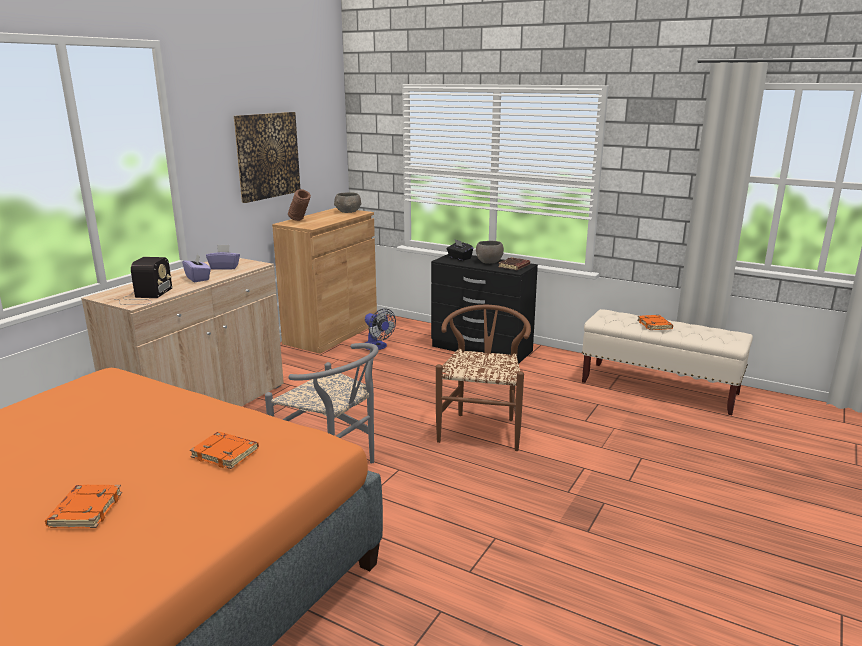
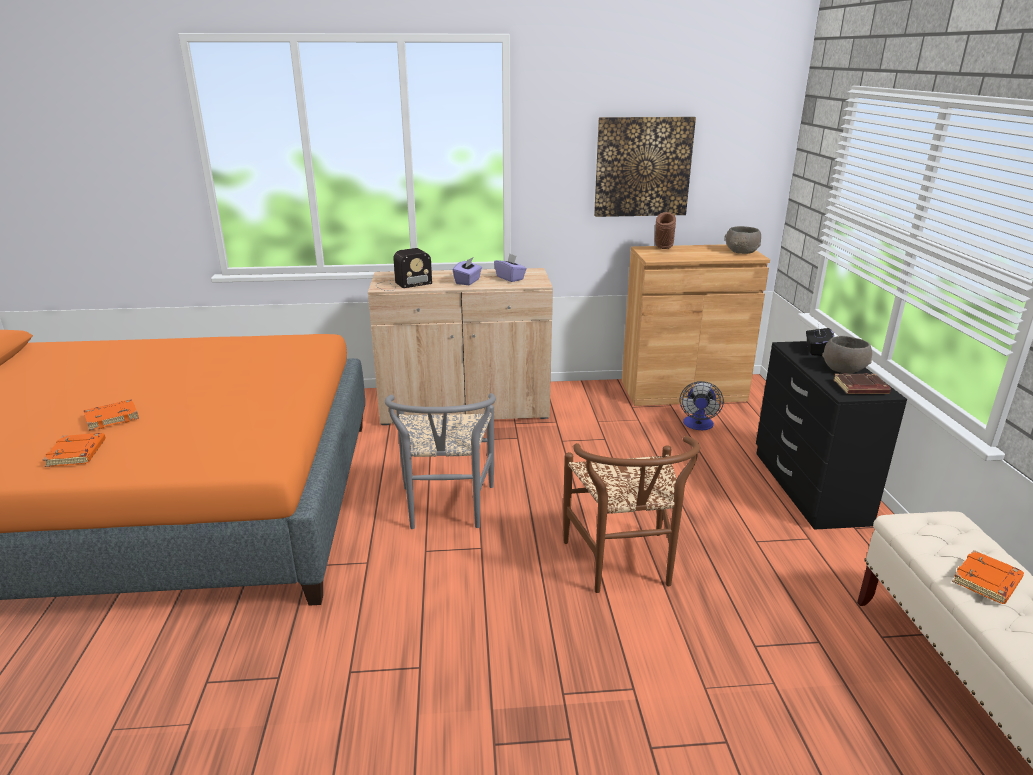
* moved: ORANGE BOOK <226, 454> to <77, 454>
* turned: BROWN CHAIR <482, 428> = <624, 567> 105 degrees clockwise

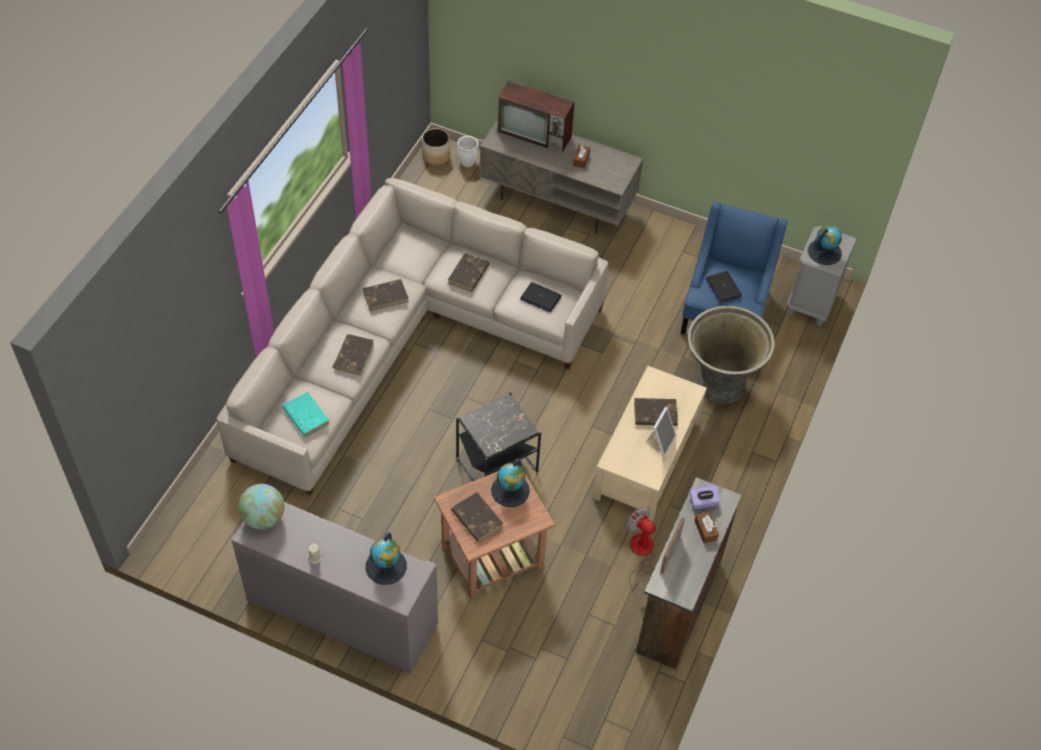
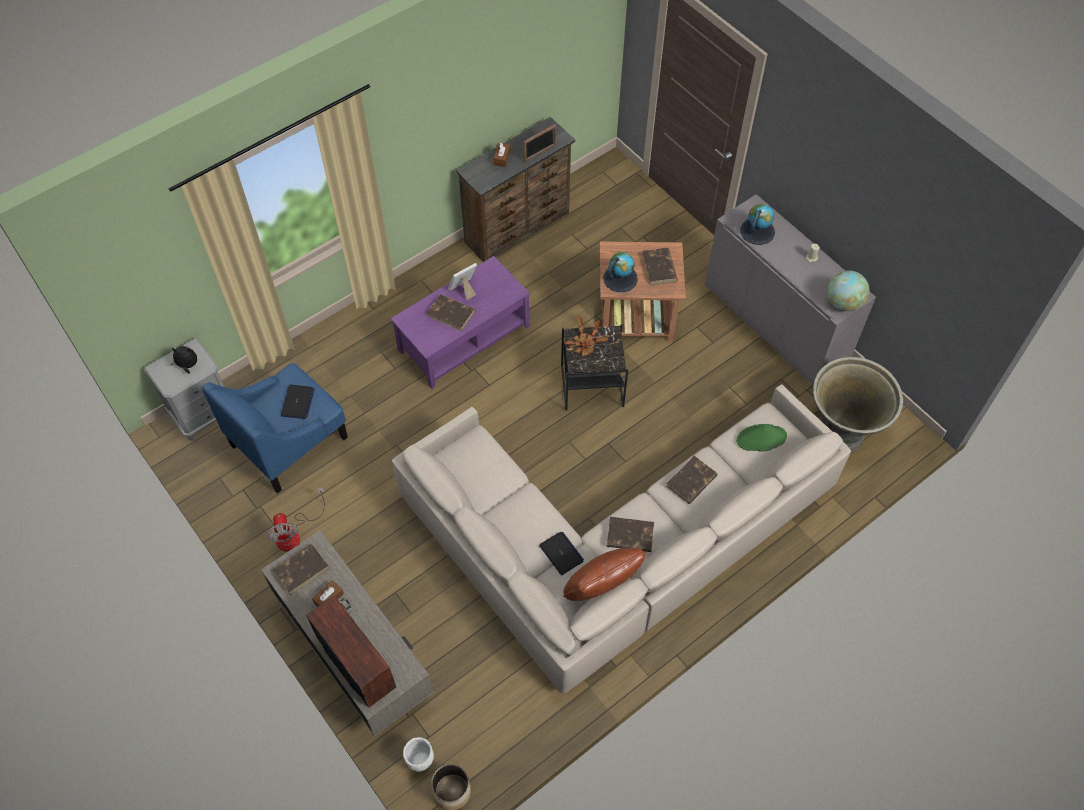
* removed: PURPLE TISSUE BOX <703, 502>
* added: BROWN PILLOW <601, 588>
* added: POTTED PLANT <585, 343>
* moved: BROWN BOOK <468, 274> to <301, 569>
* moved: LAPTOP <540, 298> to <561, 553>
* moved: FAN <640, 553> to <294, 533>
* moved: GREY PLANTER <719, 384> to <840, 434>
* replaced: TURQUOISE BOOK <305, 416> to GREEN HAT <761, 438>
* replaced: GLOBE <824, 252> to PLUSH TOY <188, 365>
* recoloured: BEIGE COFFEE TABLE <645, 459> to PURPLE COFFEE TABLE <464, 339>

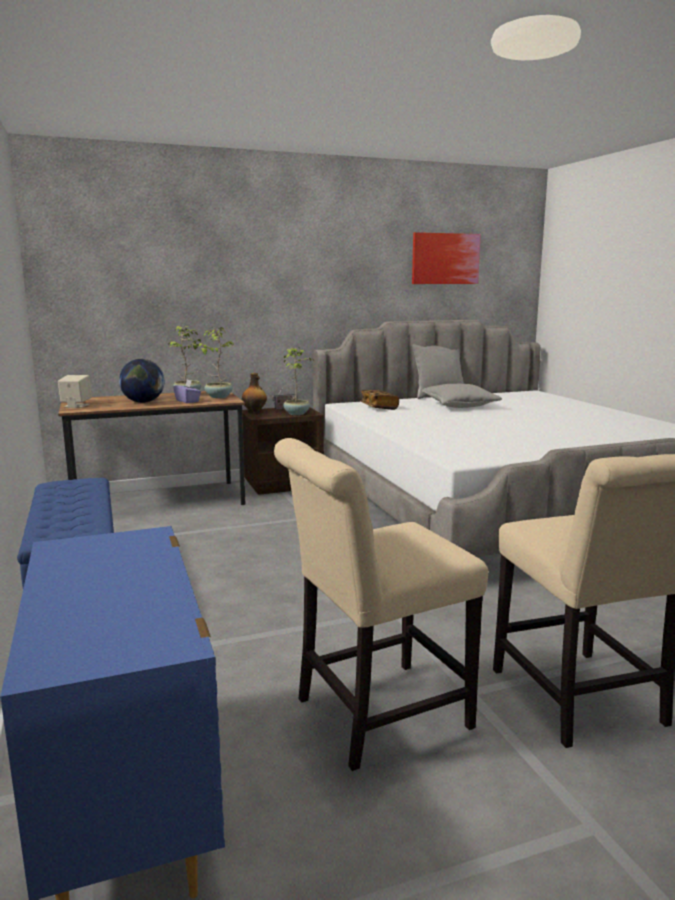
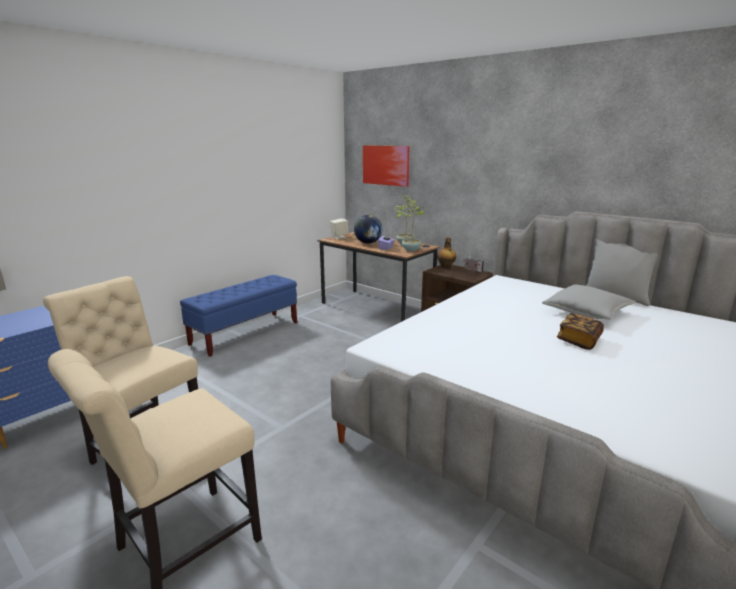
* removed: POTTED PLANT <297, 413>
* moved: BOOK <379, 408> to <578, 340>
* moved: PICTURE <445, 259> to <386, 165>

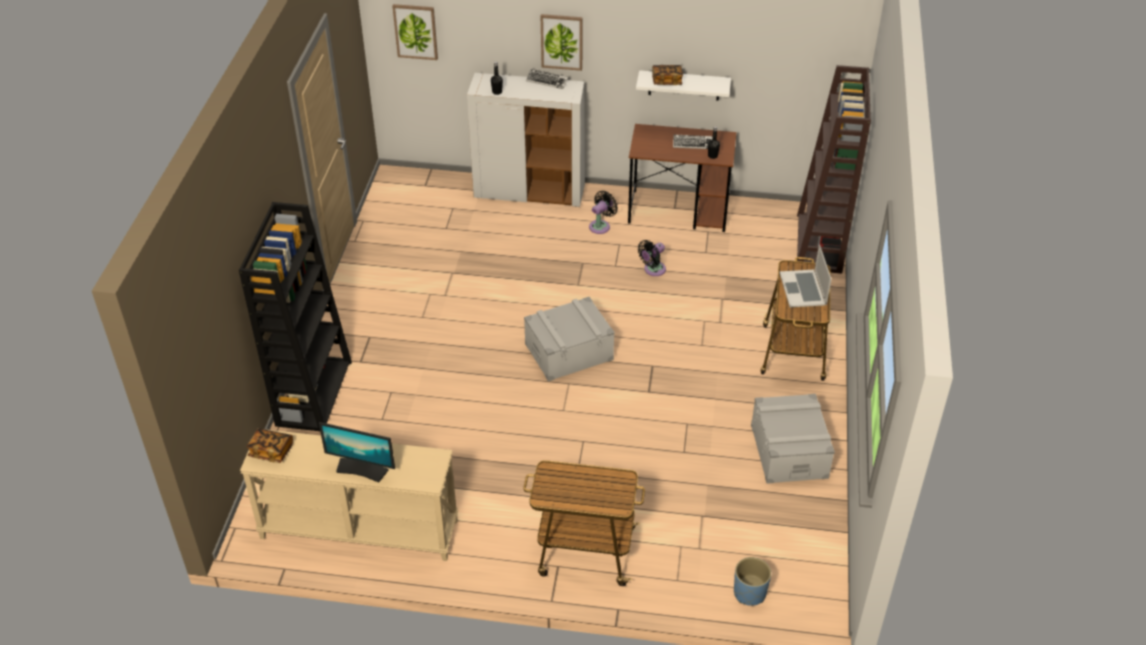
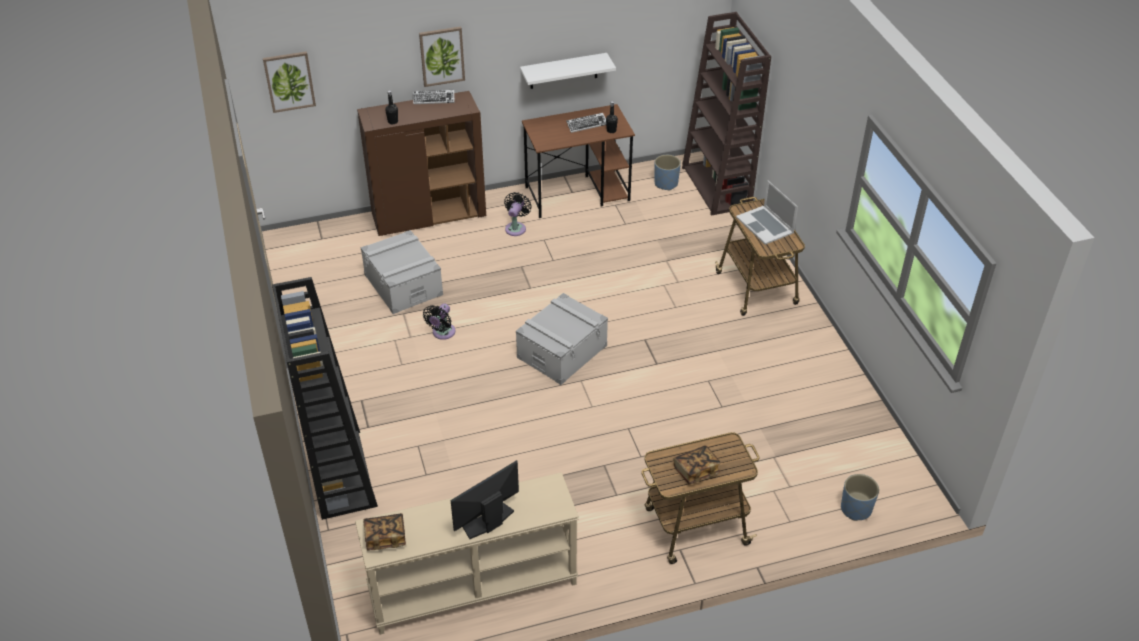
* added: BLUE PLANTER <666, 183>
* moved: BLACK FAN <653, 270> to <442, 333>
* moved: BOOK <667, 81> to <696, 471>
* moved: GREY STORAGE BOX <789, 451> to <403, 284>
* recoloured: WHITE CABINET <530, 192> to BROWN CABINET <429, 216>
* turned: MONITOR <362, 469> = <488, 521> 150 degrees clockwise

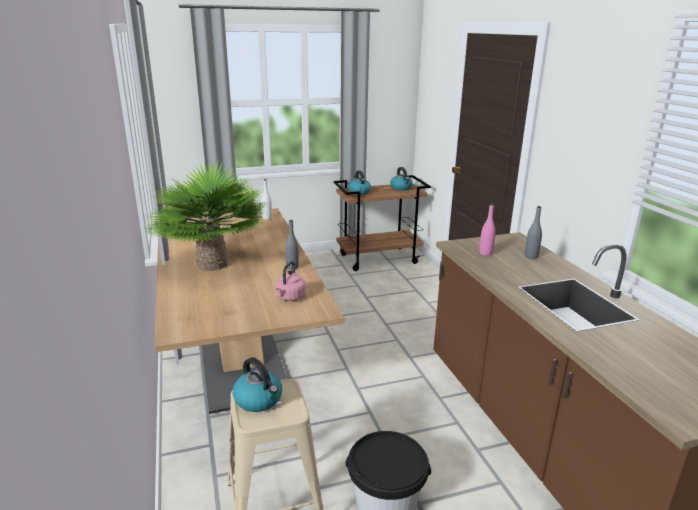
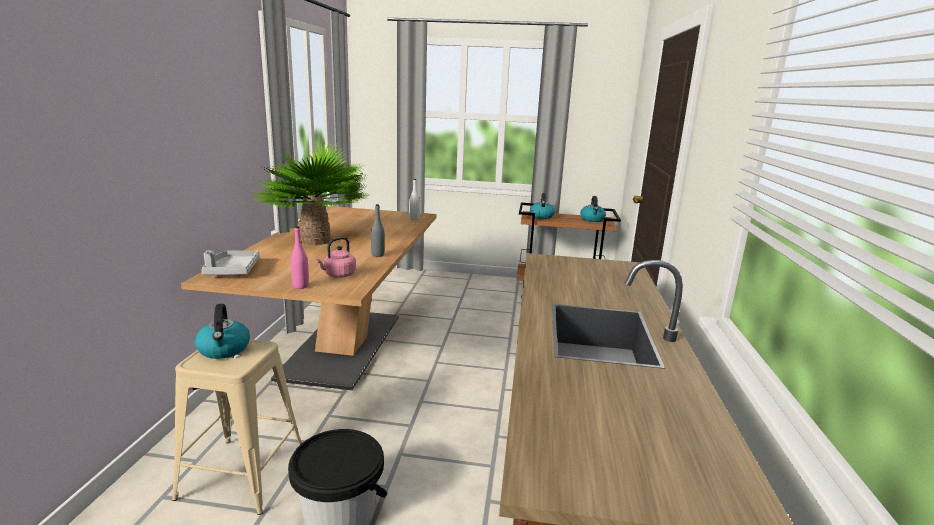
* removed: GREY BOTTLE <531, 256>
* added: GREY TRAY <232, 270>
* moved: PINK BOTTLE <485, 253> to <300, 286>

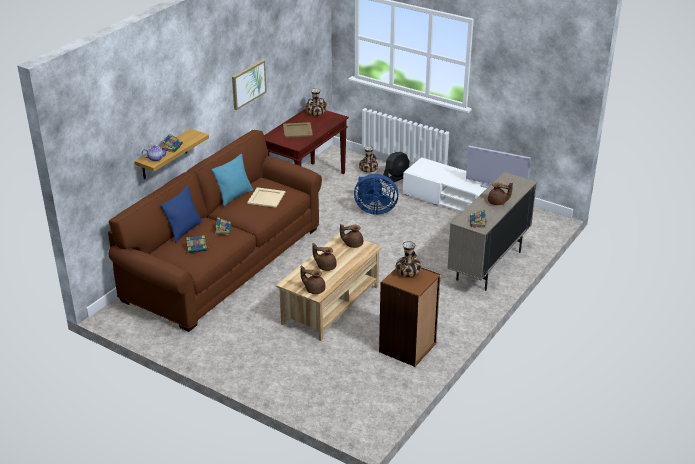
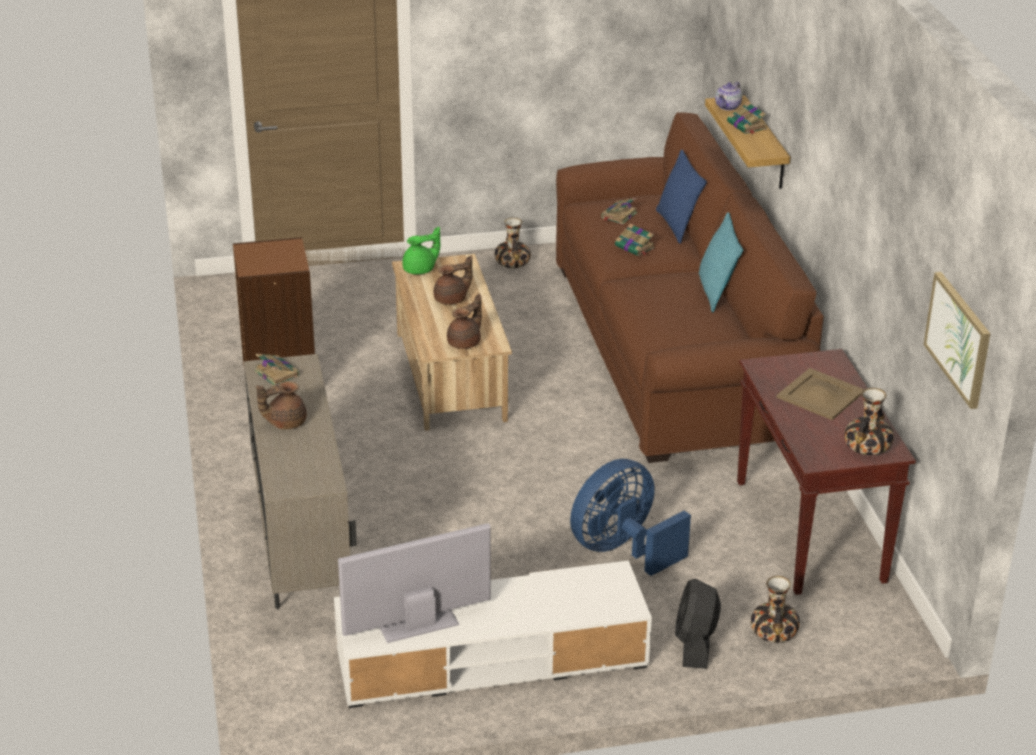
* removed: BEIGE TRAY <266, 197>
* moved: PICTURE <248, 84> to <959, 339>
* moved: VASE <407, 272> to <512, 263>
* recoloured: BROWN TEAPOT <314, 289> to GREEN TEAPOT <420, 269>

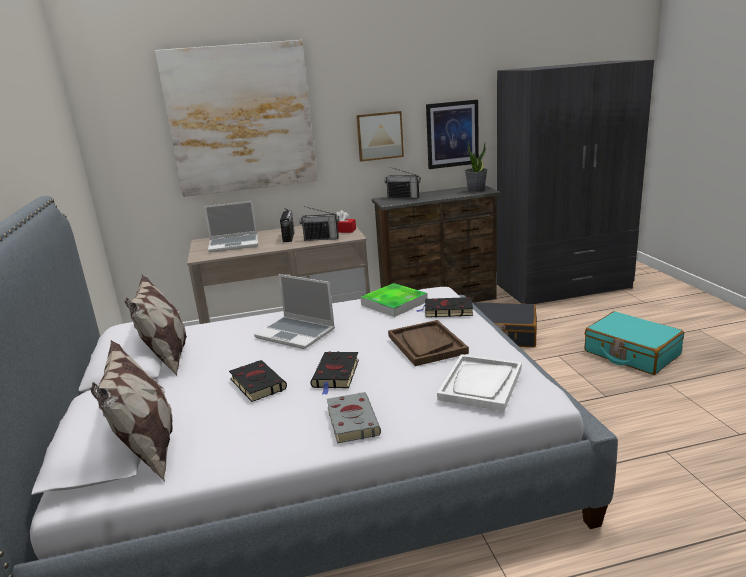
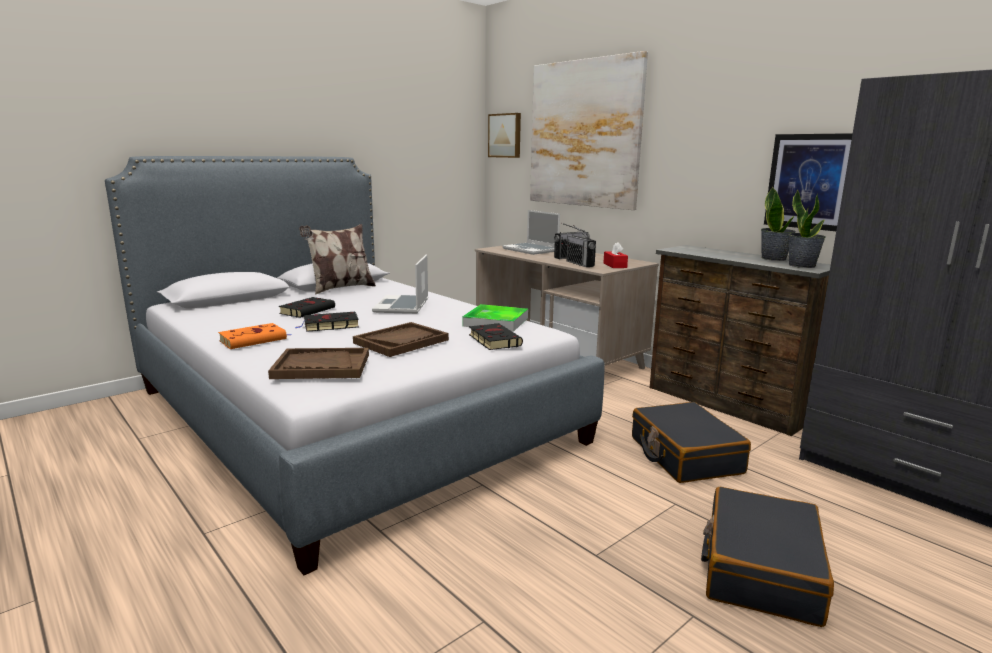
* removed: PILLOW <148, 453>
* removed: RADIO <403, 197>
* added: POTTED PLANT <774, 258>
* moved: PICTURE <379, 136> to <505, 135>
* recoloured: GREY BOOK <352, 420> to ORANGE BOOK <255, 340>
* recoloured: WHITE TRAY <481, 384> to BROWN TRAY <321, 366>
* recoloured: TURQUOISE SUITCASE <631, 353> to BLACK SUITCASE <760, 569>

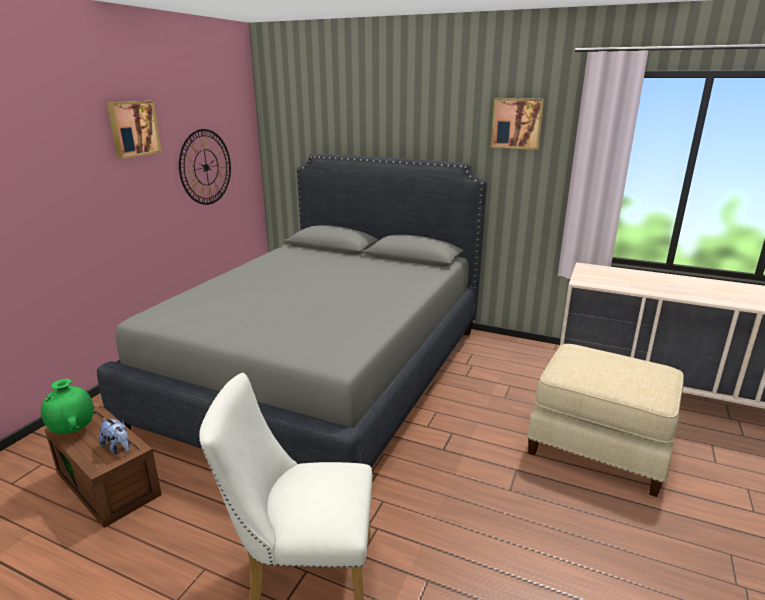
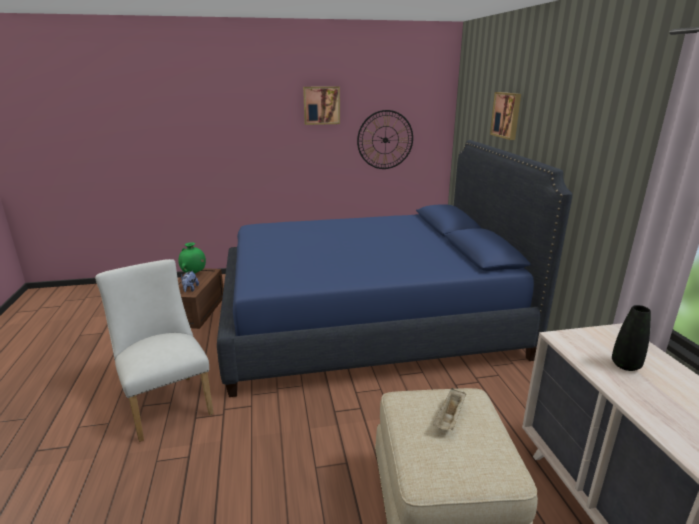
* added: BEIGE TRAY <449, 418>
* added: BLACK VASE <625, 365>
* moved: PICTURE <517, 123> to <507, 115>
* recoloured: GREY BED <324, 374> to BLUE BED <368, 322>

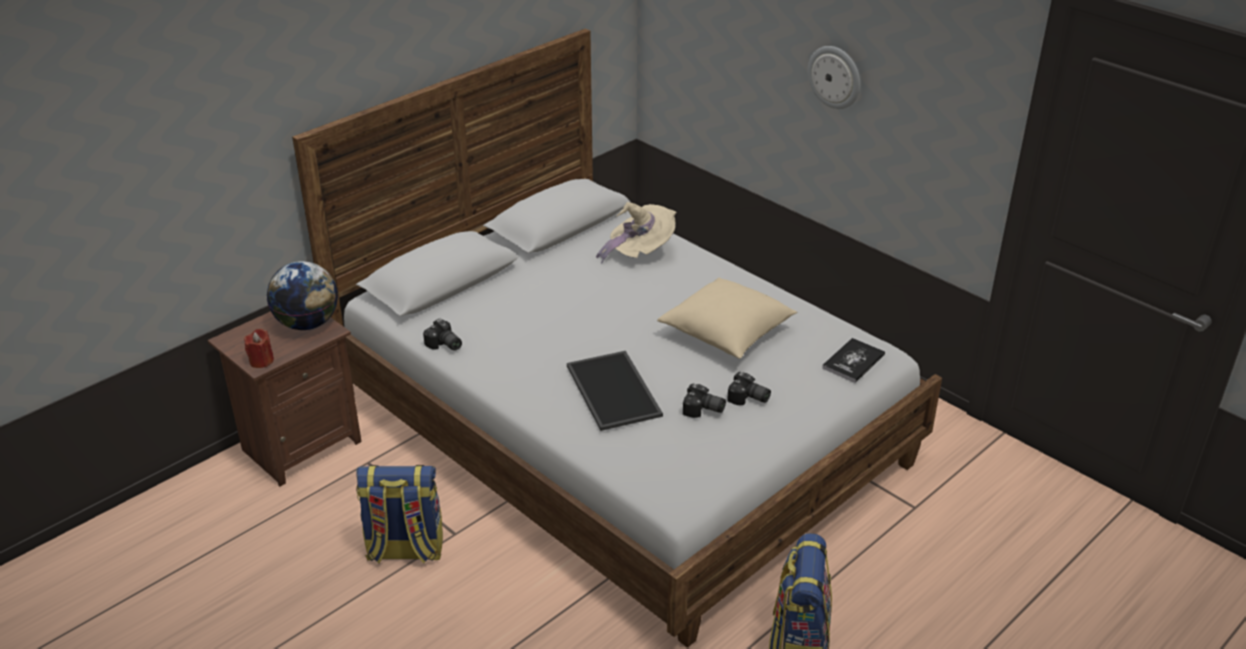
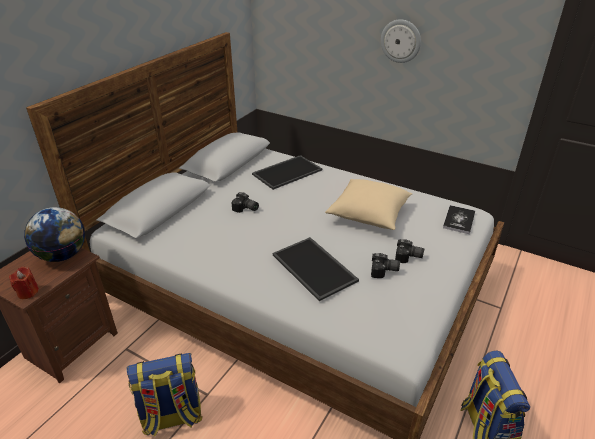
* moved: PHOTO CAMERA <444, 345> to <245, 209>
* replaced: BEIGE HAT <640, 252> to TRAY <287, 171>

